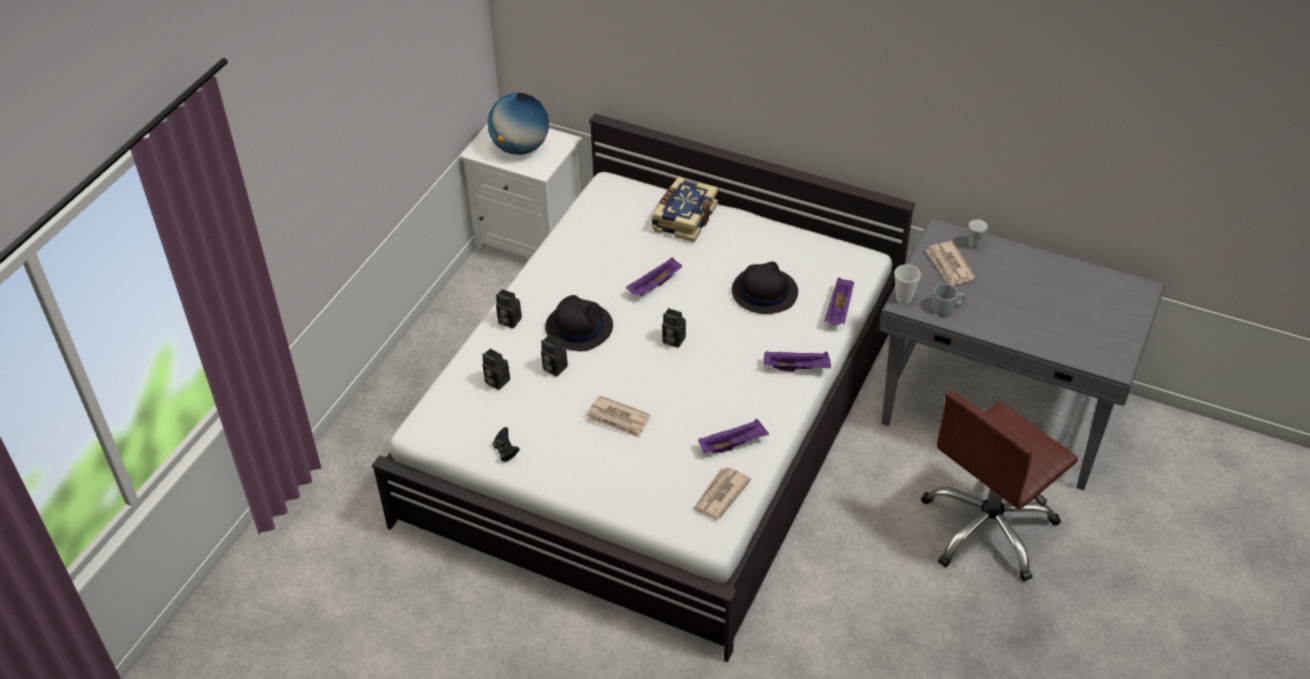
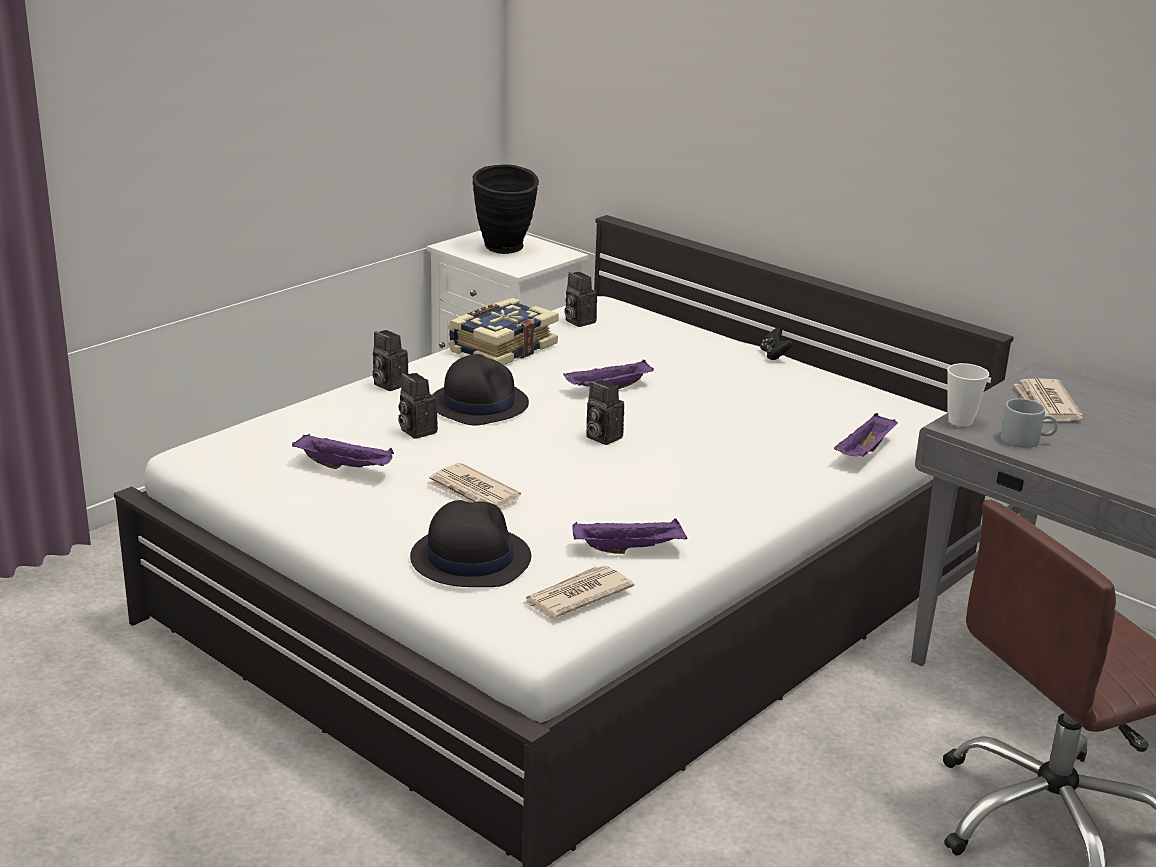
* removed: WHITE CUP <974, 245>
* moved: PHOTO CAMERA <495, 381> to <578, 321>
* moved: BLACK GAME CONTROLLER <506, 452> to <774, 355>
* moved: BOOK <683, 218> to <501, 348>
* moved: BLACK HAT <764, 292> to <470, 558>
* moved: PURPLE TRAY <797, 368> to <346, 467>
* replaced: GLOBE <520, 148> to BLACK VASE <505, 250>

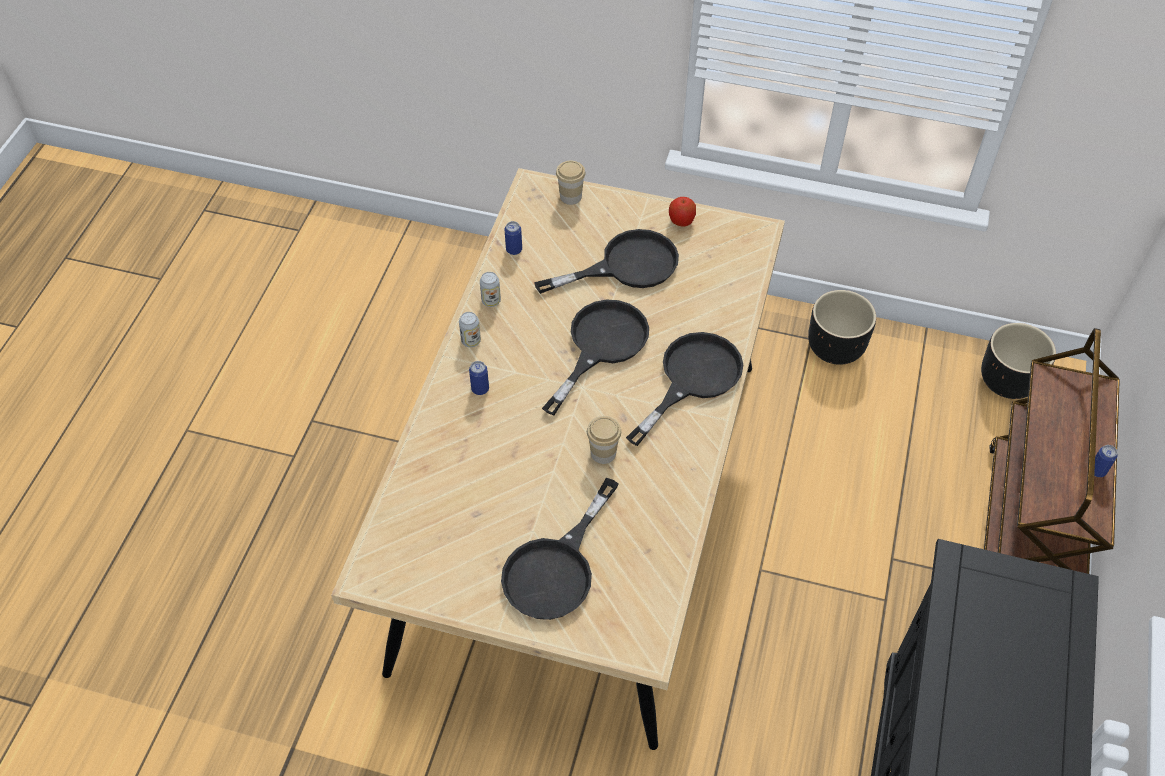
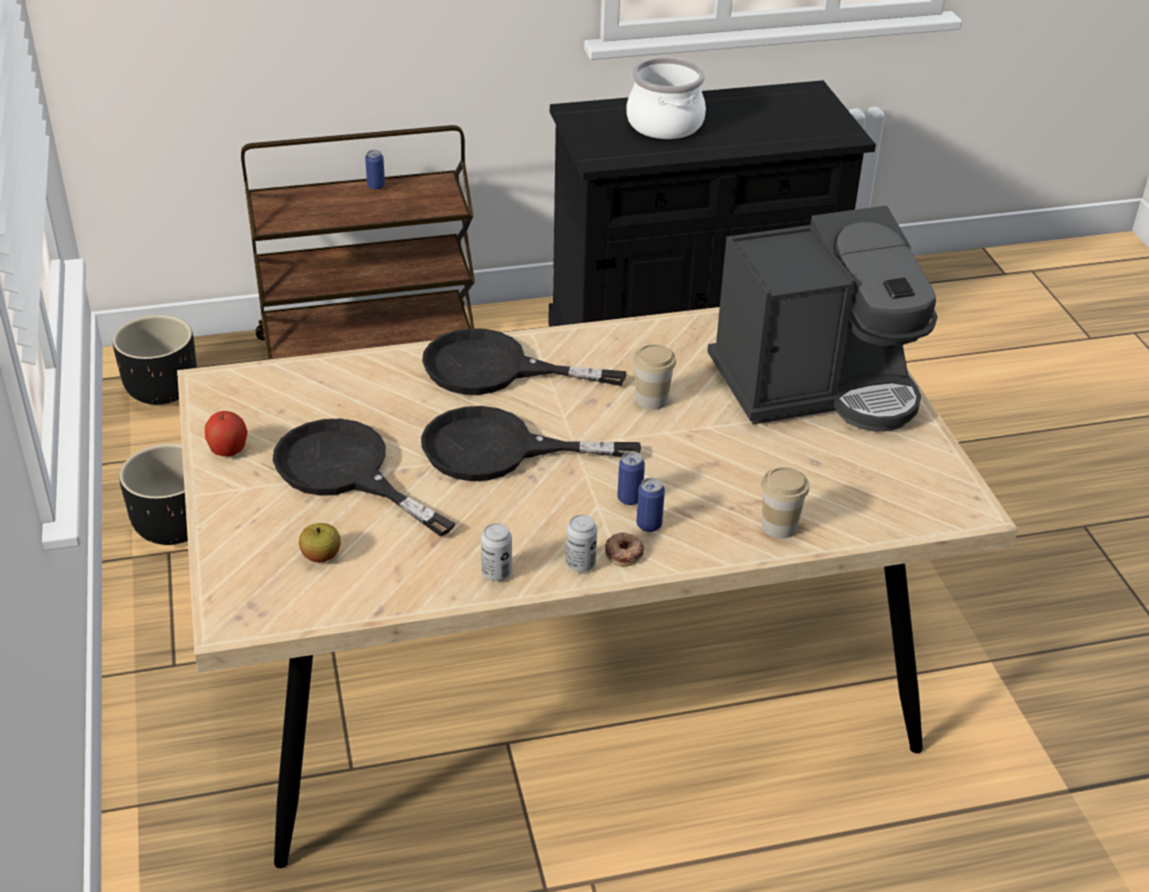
* added: APPLE <321, 556>
* added: DONUT <624, 552>
* added: COOKING POT <665, 124>
* moved: CAN <514, 250> to <629, 498>
* moved: CUP <570, 196> to <779, 526>
* replaced: BLACK FRYING PAN <556, 568> to COFFEE MACHINE <817, 385>

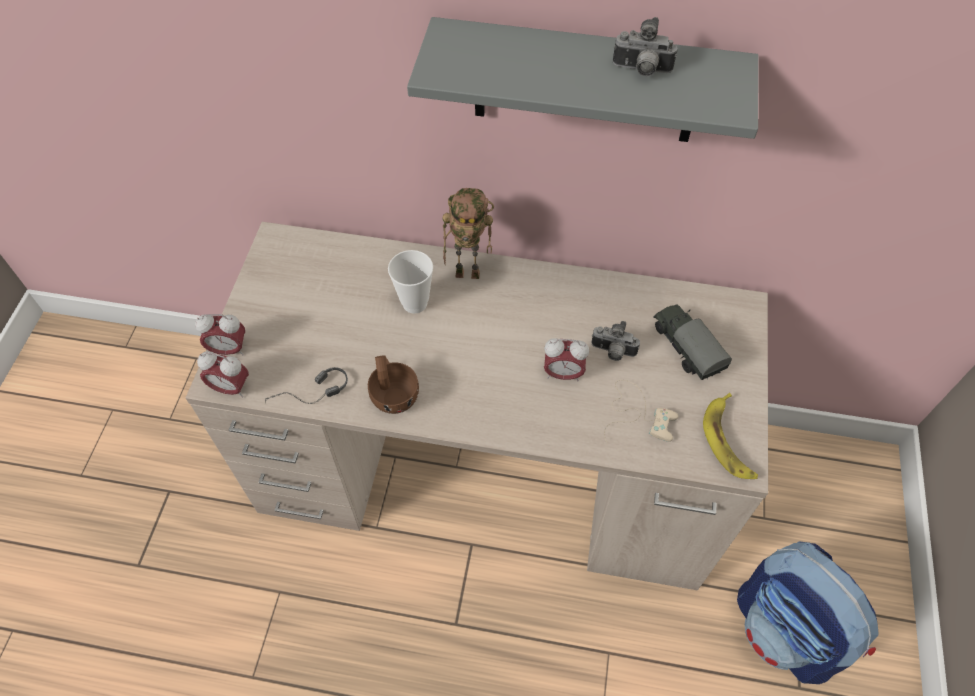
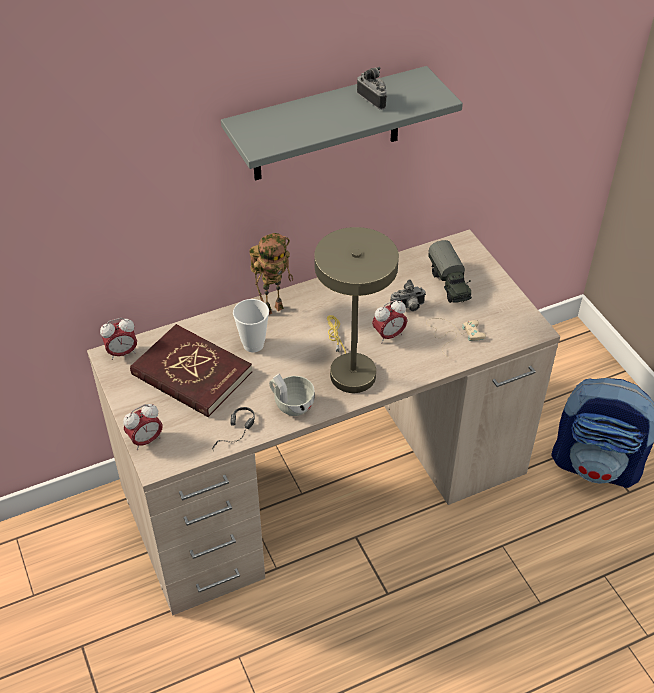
* removed: BANANA <728, 441>
* added: RED BOOK <191, 374>
* added: BEIGE TABLE LAMP <349, 369>
* moved: ALARM CLOCK <231, 388> to <122, 353>
* recoloured: BROWN CUP <393, 393> to WHITE CUP <290, 404>
* turned: PHOTO CAMERA <641, 71> = <374, 99> 105 degrees counterclockwise
* turned: TOY TRUCK <685, 348> = <449, 284> 135 degrees counterclockwise

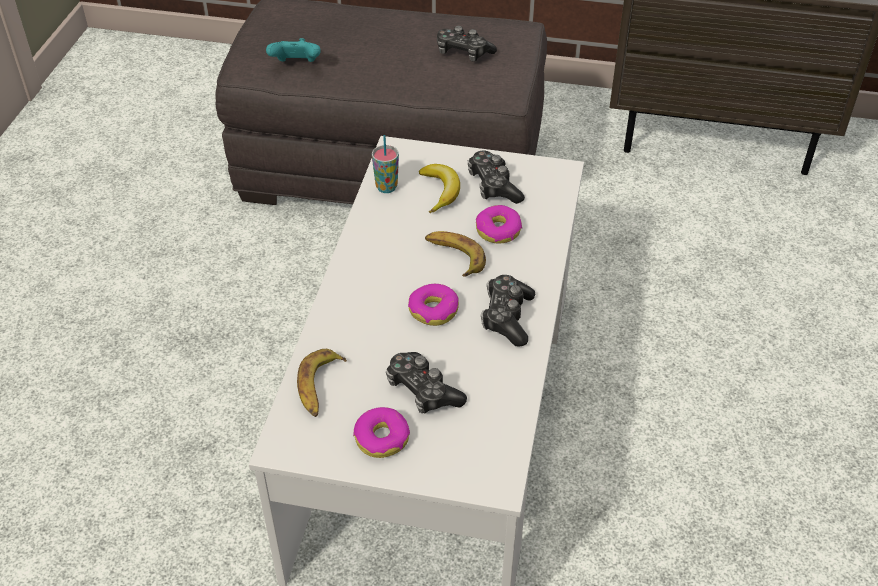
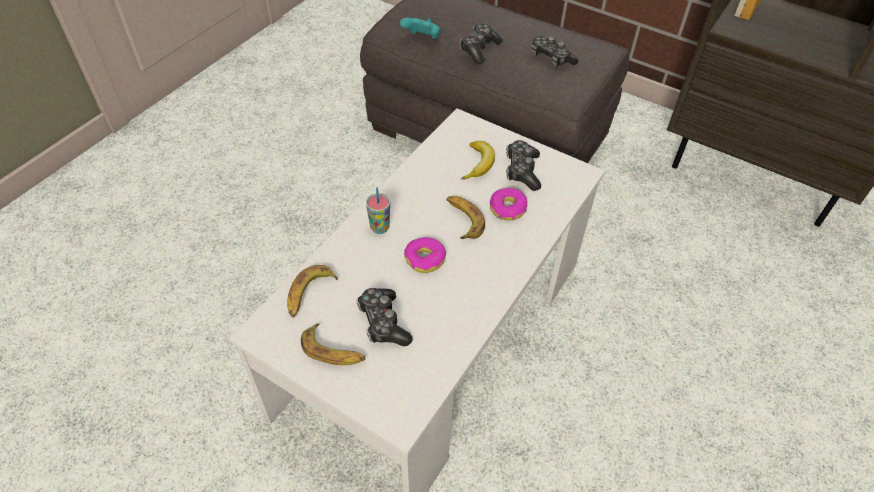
* moved: CUP <386, 187> to <379, 228>
* moved: GAME CONTROLLER <507, 317> to <479, 49>
* replaced: DONUT <382, 438> to BANANA <333, 351>

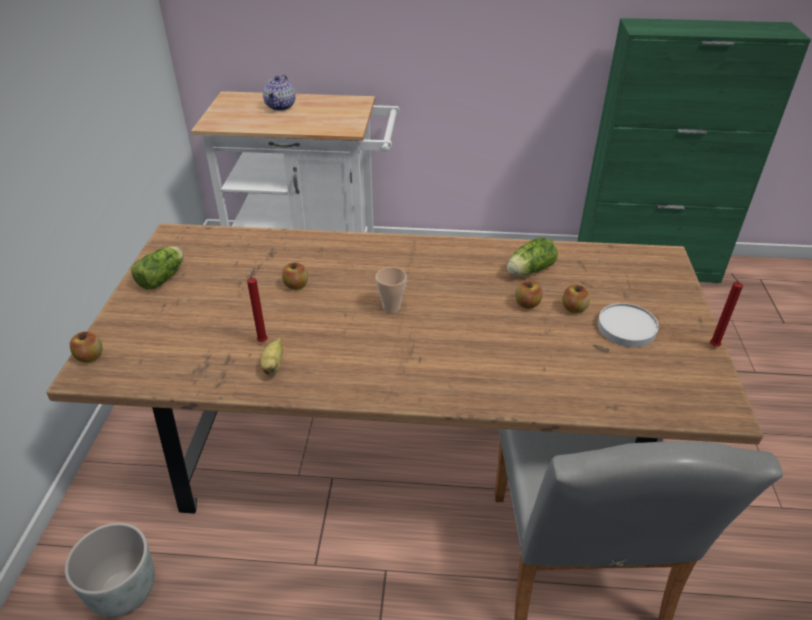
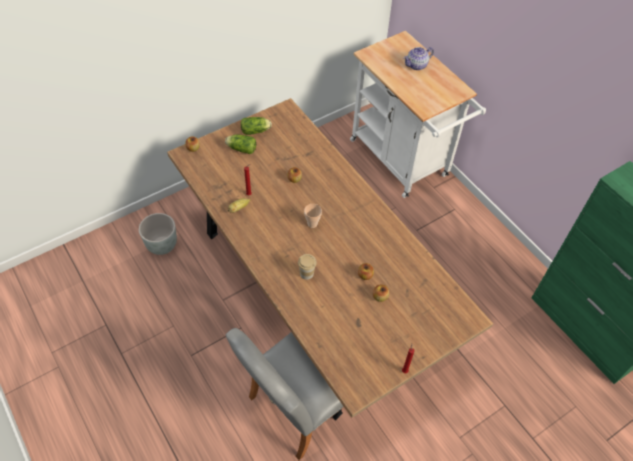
* removed: WHITE PLATE <627, 328>
* added: CUP <306, 273>
* moved: LETTUCE <528, 271> to <241, 149>

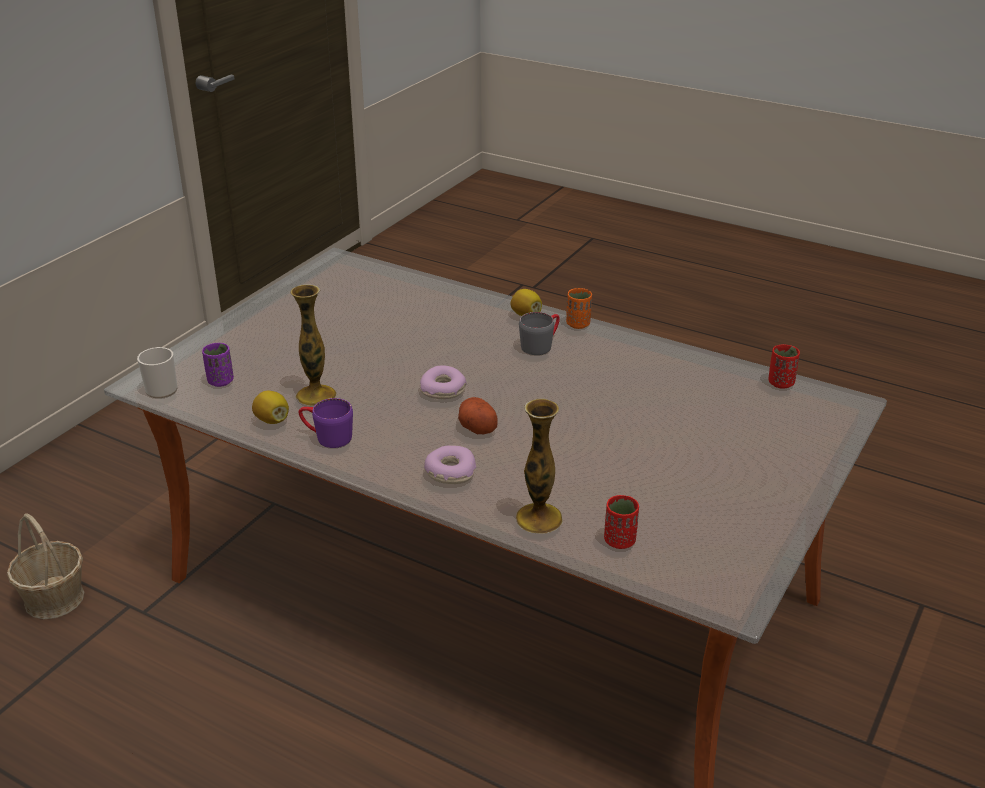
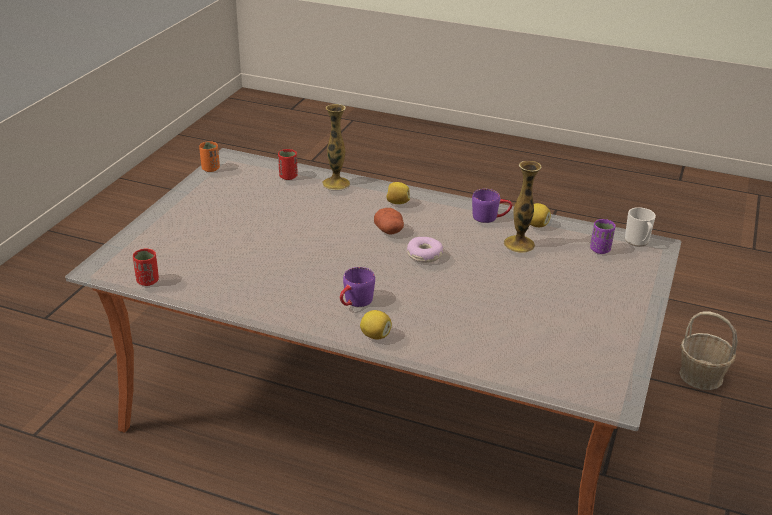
* moved: ORANGE CUP <578, 324> to <210, 169>
* replaced: DONUT <450, 472> to LEMON <397, 202>
* recoloured: GREY MUG <541, 344> to PURPLE MUG <355, 302>

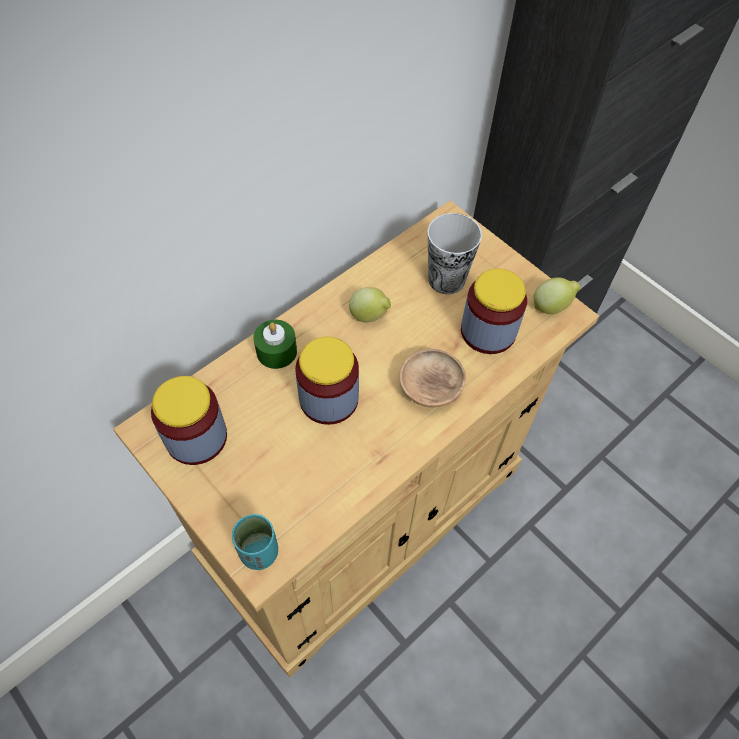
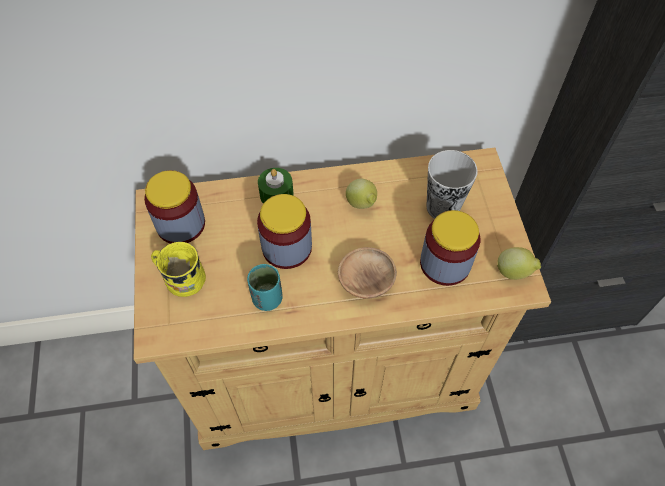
* added: YELLOW MUG <180, 277>
* moved: TURQUOISE CUP <259, 552> to <267, 299>

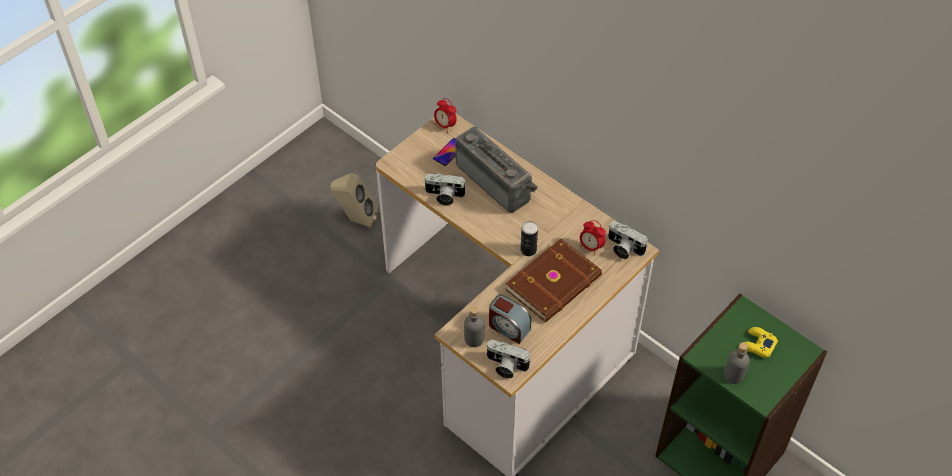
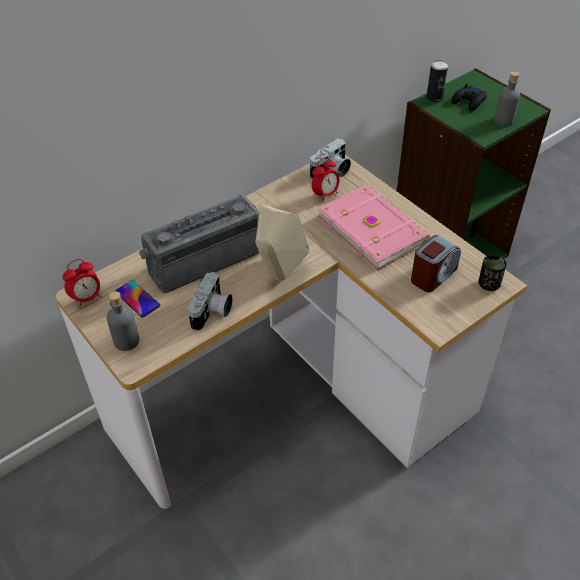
* moved: BEIGE SPEAKER <355, 219> to <279, 277>
* moved: GREY BOTTLE <474, 339> to <126, 341>
* moved: CAN <528, 250> to <434, 98>
* replaced: PHOTO CAMERA <505, 366> to BLACK CUP <488, 284>
* recoloured: BROWN BOOK <555, 283> to PINK BOOK <372, 229>
* recoloured: YELLOW GAME CONTROLLER <757, 345> to BLACK GAME CONTROLLER <468, 102>

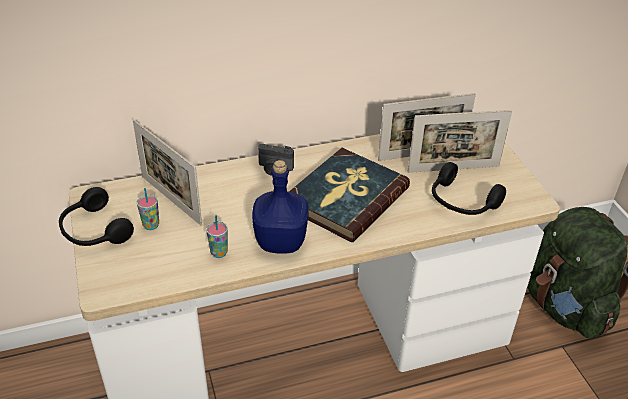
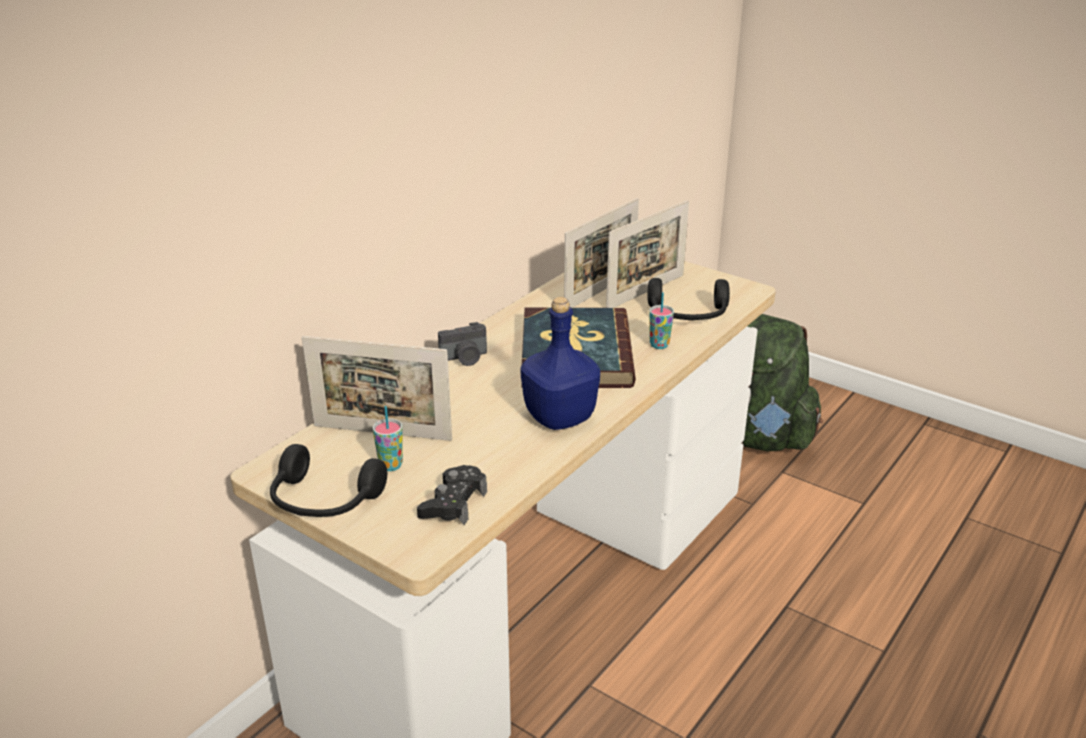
* added: BLACK GAME CONTROLLER <453, 503>
* moved: CUP <219, 253> to <659, 345>

